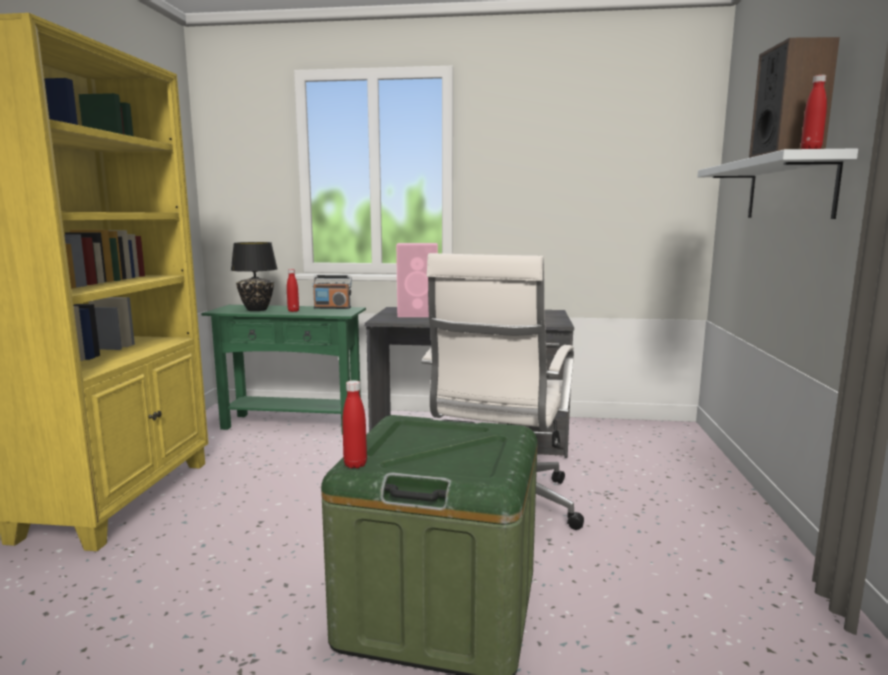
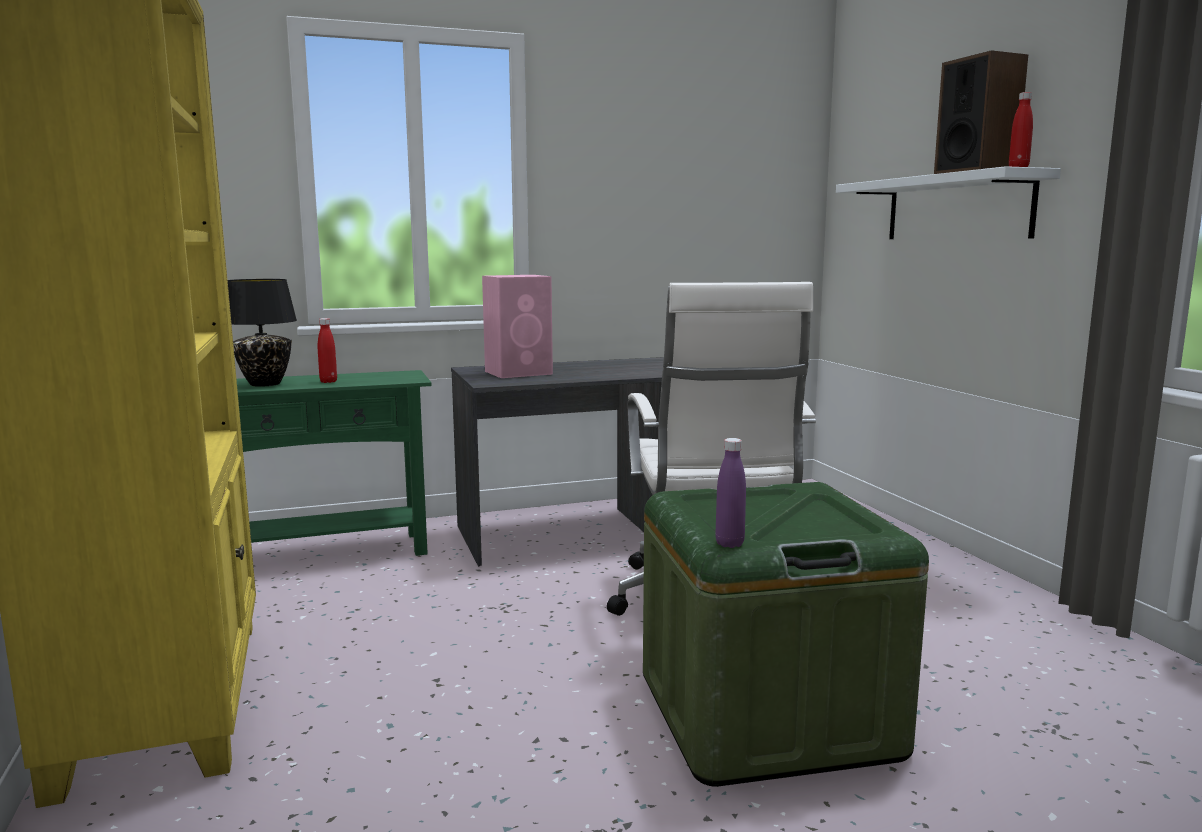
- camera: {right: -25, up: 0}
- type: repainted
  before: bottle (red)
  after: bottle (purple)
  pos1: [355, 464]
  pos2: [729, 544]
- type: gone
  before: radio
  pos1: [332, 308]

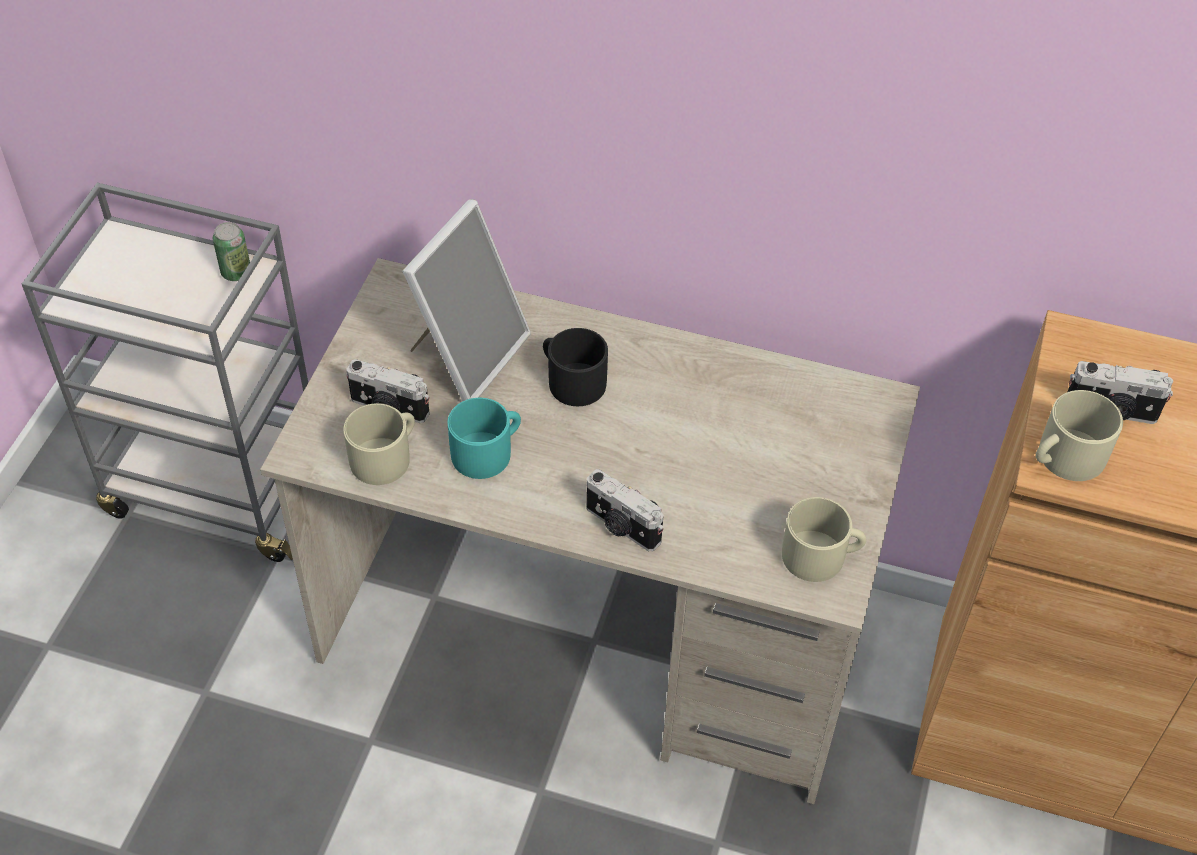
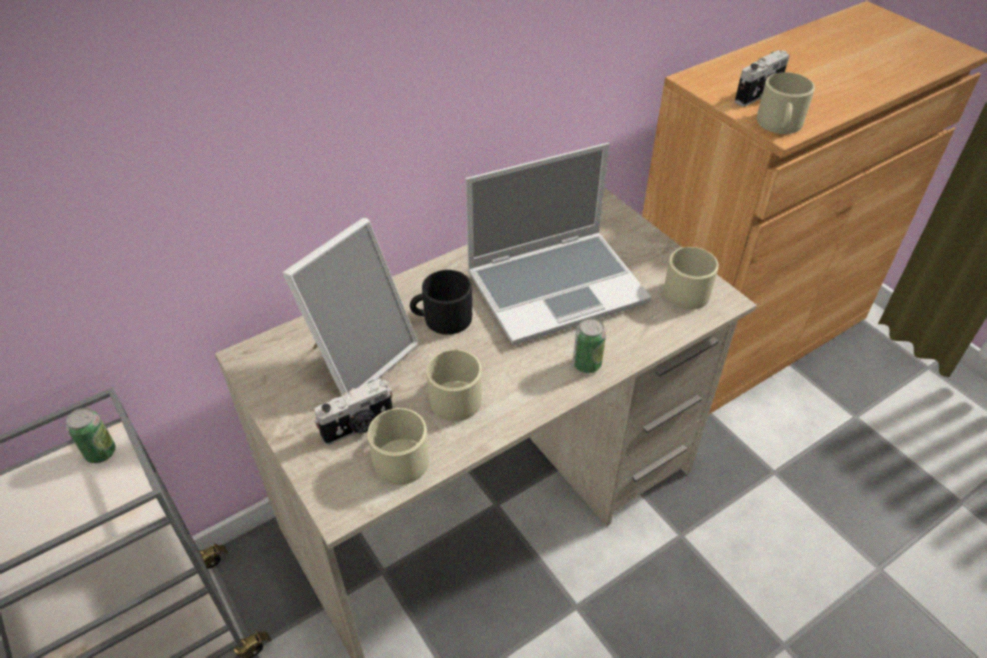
- camera: {right: -50, up: -5}
- type: rotated
  before: picture frame
  pos1: [467, 354]
  pos2: [360, 356]
  turn: 60
- type: repainted
  before: mug (turquoise)
  after: mug (beige)
  pos1: [488, 451]
  pos2: [456, 394]
- type: new
  after: laptop
  pos2: [557, 287]
- type: swapped
  before: photo camera
  after: can
  pos1: [621, 526]
  pos2: [587, 364]

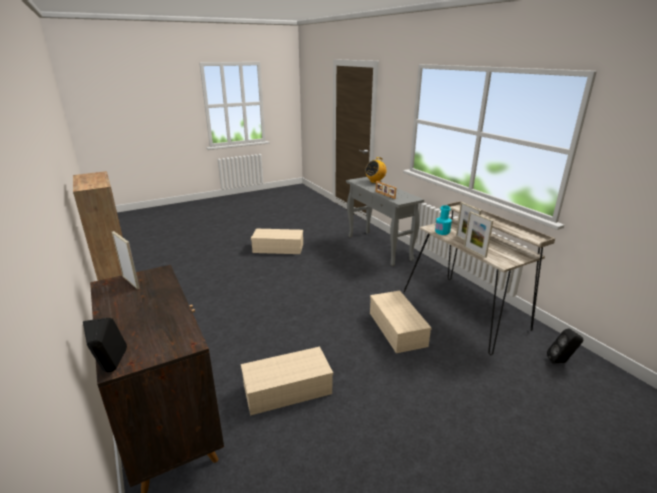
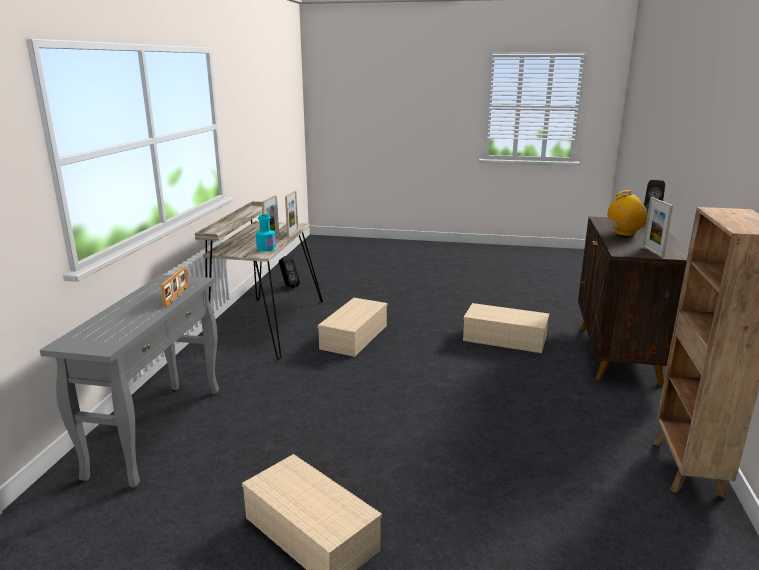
- camera: {right: -140, up: -5}
- type: shifted
  before: radio
  pos1: [375, 181]
  pos2: [624, 233]

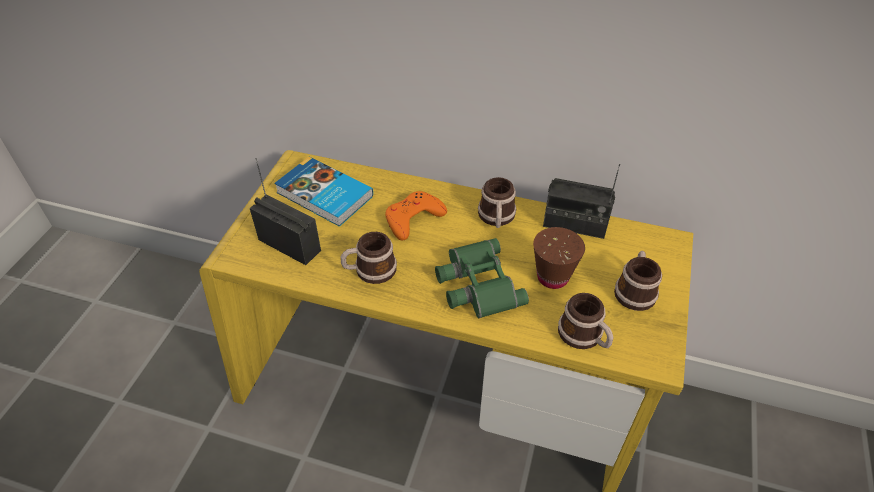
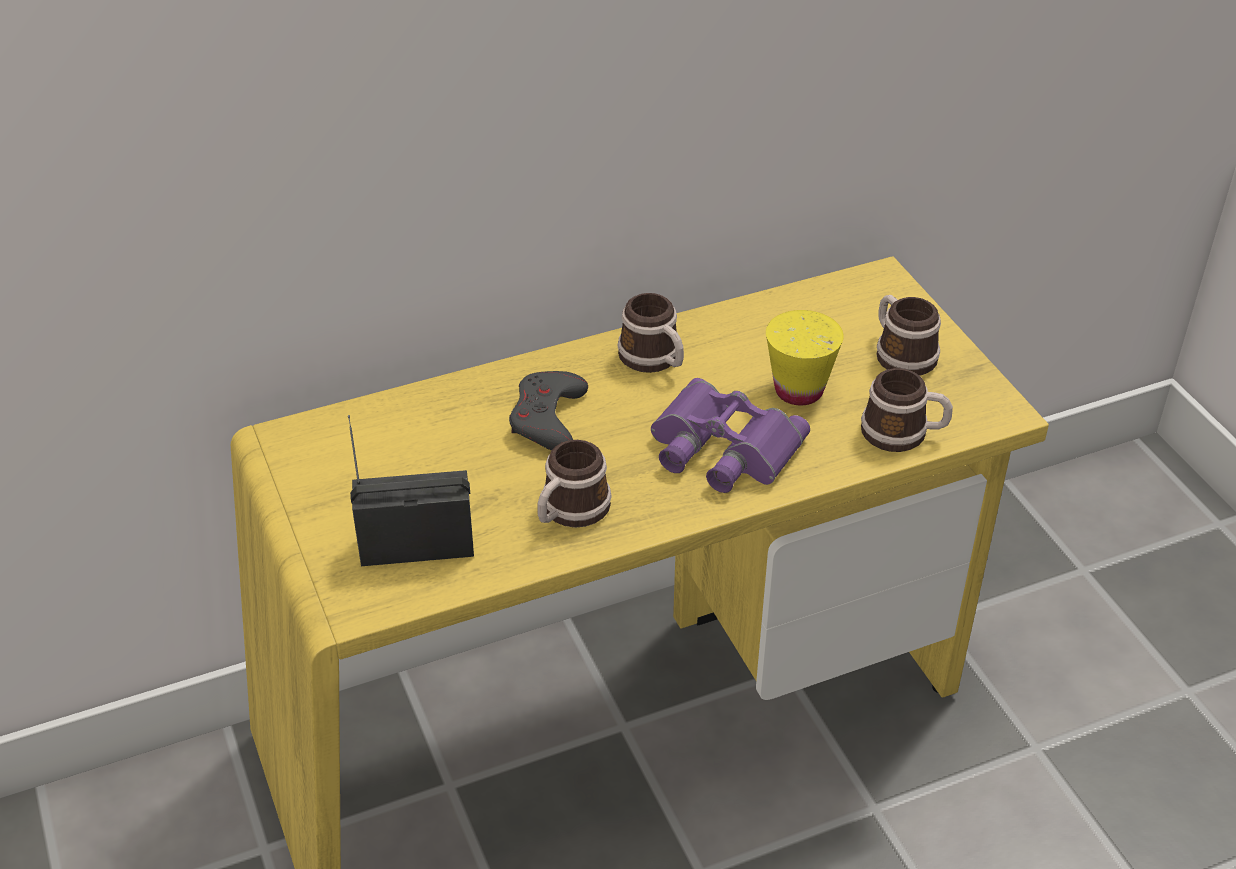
- camera: {right: -40, up: -5}
- type: repainted
  before: game controller (orange)
  after: game controller (grey)
  pos1: [413, 218]
  pos2: [548, 418]
- type: repainted
  before: binoculars (green)
  after: binoculars (purple)
  pos1: [476, 284]
  pos2: [721, 449]
- type: repainted
  before: cup (brown)
  after: cup (yellow)
  pos1: [552, 277]
  pos2: [799, 390]
- type: gone
  before: book
  pos1: [324, 195]
- type: gone
  before: radio
  pos1: [574, 225]

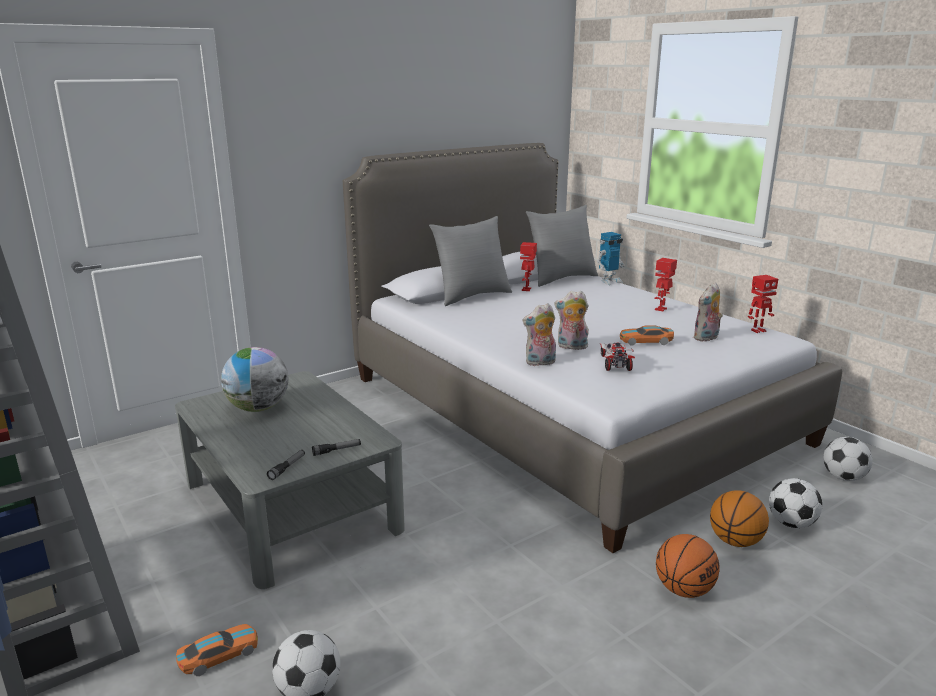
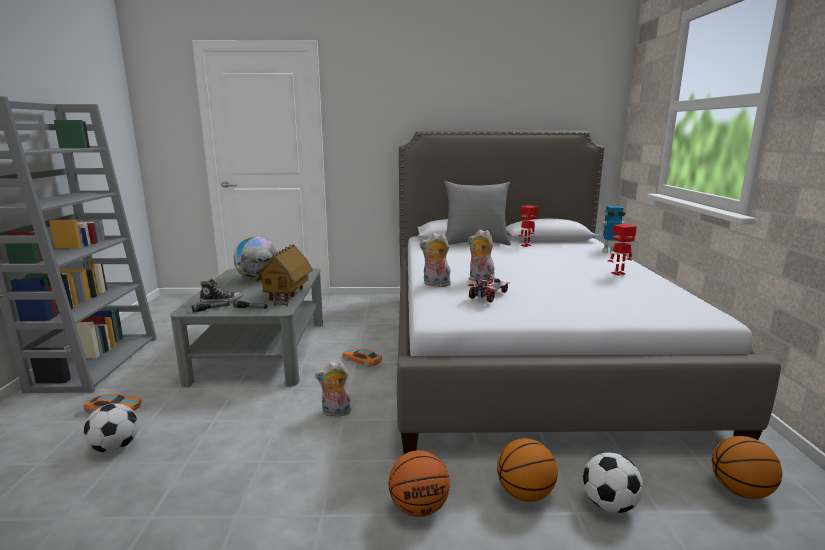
- camera: {right: 35, up: -5}
- type: new
  after: shoe
  pos2: [222, 301]
- type: new
  after: toy house
  pos2: [287, 295]
- type: shifted
  before: plush toy
  pos1: [706, 338]
  pos2: [336, 413]
- type: shifted
  before: toy car
  pos1: [645, 341]
  pos2: [362, 361]
- type: swapped
  before: football
  after: basketball
  pos1: [843, 477]
  pos2: [740, 491]
- type: gone
  before: pillow (grey)
  pos1: [561, 278]
- type: gone
  before: toy robot
  pos1: [757, 330]

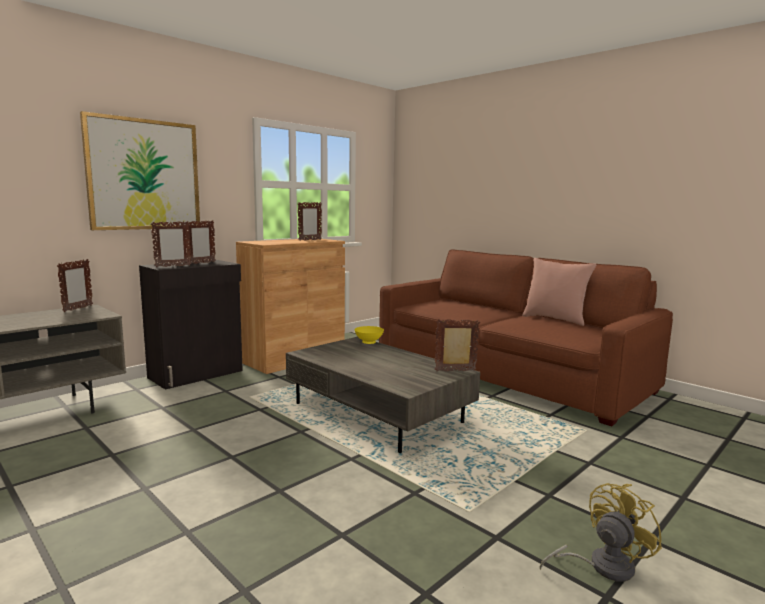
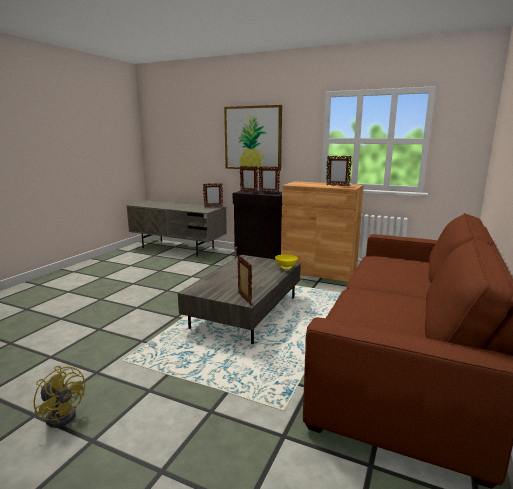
- camera: {right: 70, up: 5}
- type: gone
  before: pillow (pink)
  pos1: [555, 319]

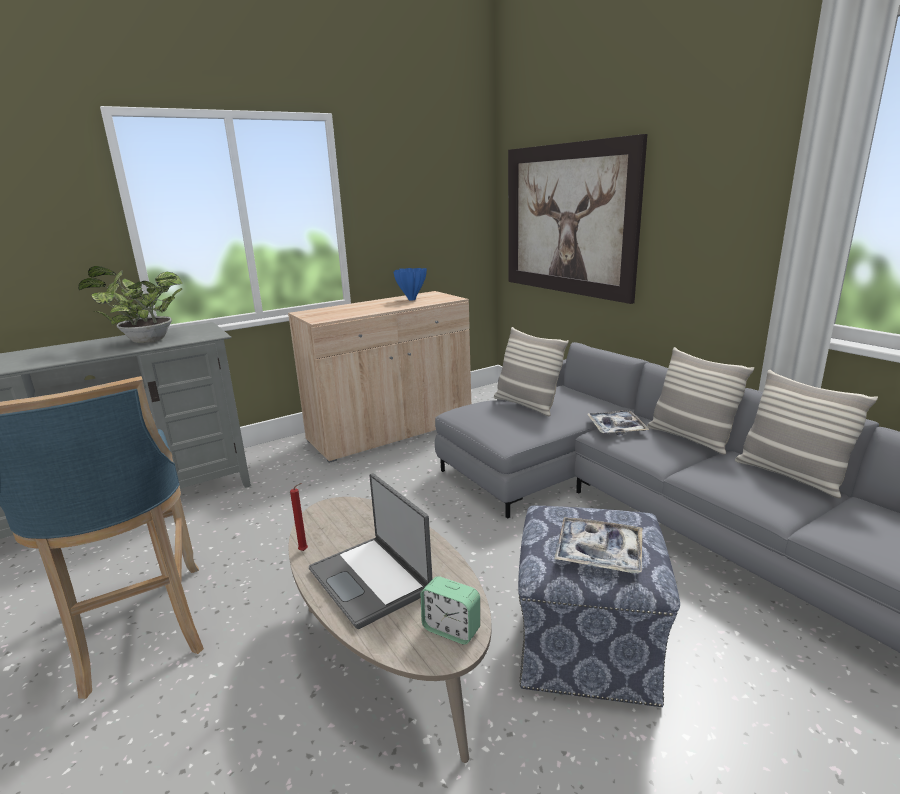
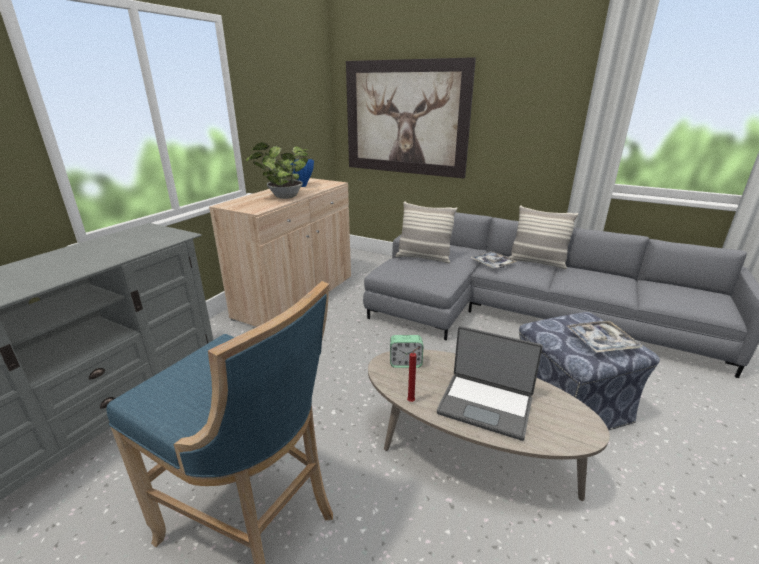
- camera: {right: -30, up: 5}
- type: shifted
  before: potted plant
  pos1: [144, 341]
  pos2: [283, 197]
- type: shifted
  before: alarm clock
  pos1: [451, 629]
  pos2: [405, 363]
- type: gone
  before: pillow
  pos1: [790, 476]

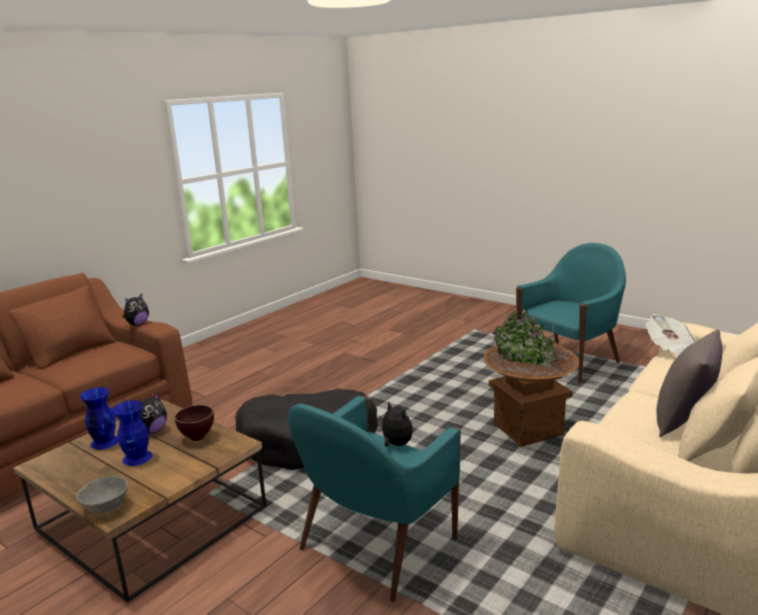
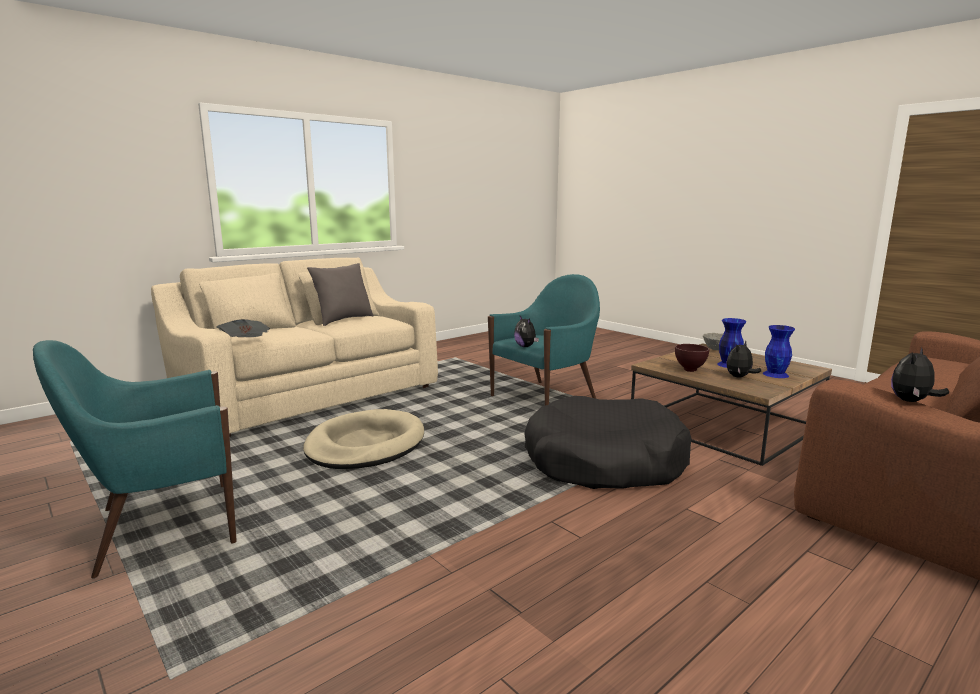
- camera: {right: -170, up: -5}
- type: swapped
  before: planter (brown)
  after: dog bed (beige)
  pos1: [528, 429]
  pos2: [365, 445]

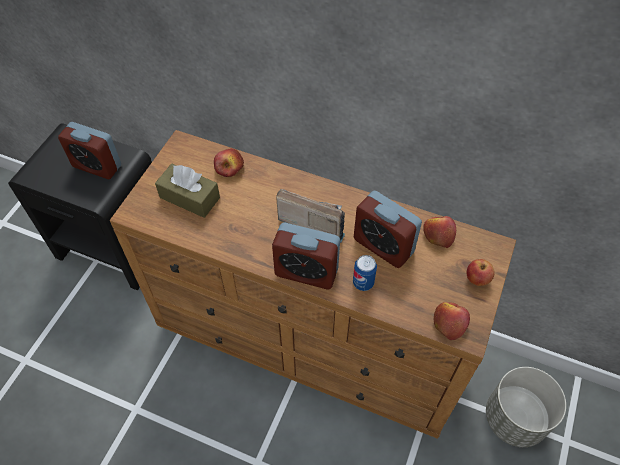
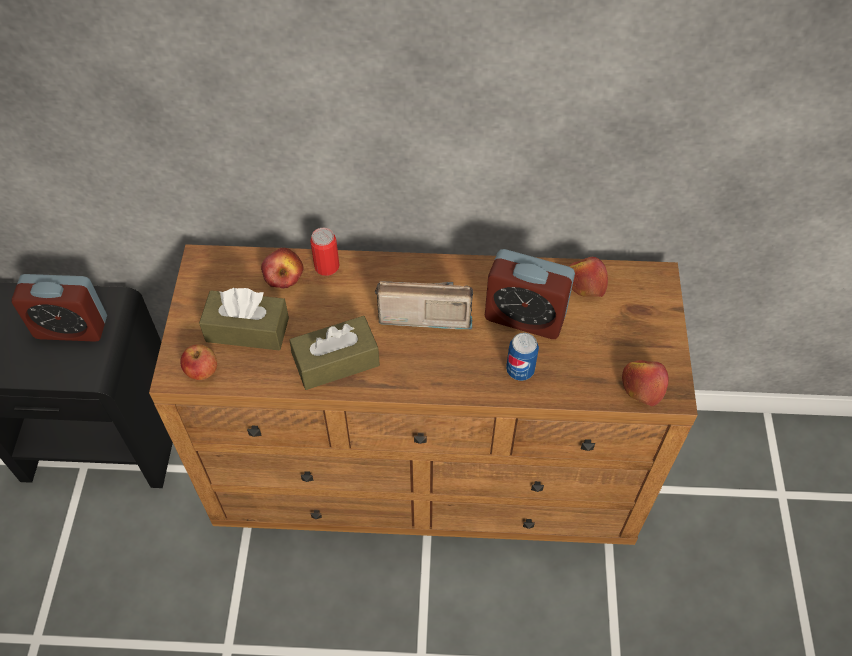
- camera: {right: -20, up: 0}
- type: shifted
  before: apple
  pos1: [477, 279]
  pos2: [202, 372]
- type: new
  after: tissue box (brown)
  pos2: [336, 361]
- type: new
  after: can
  pos2: [326, 266]
- type: gone
  before: alarm clock
  pos1: [306, 272]
- type: gone
  before: planter (grey)
  pos1: [515, 418]

